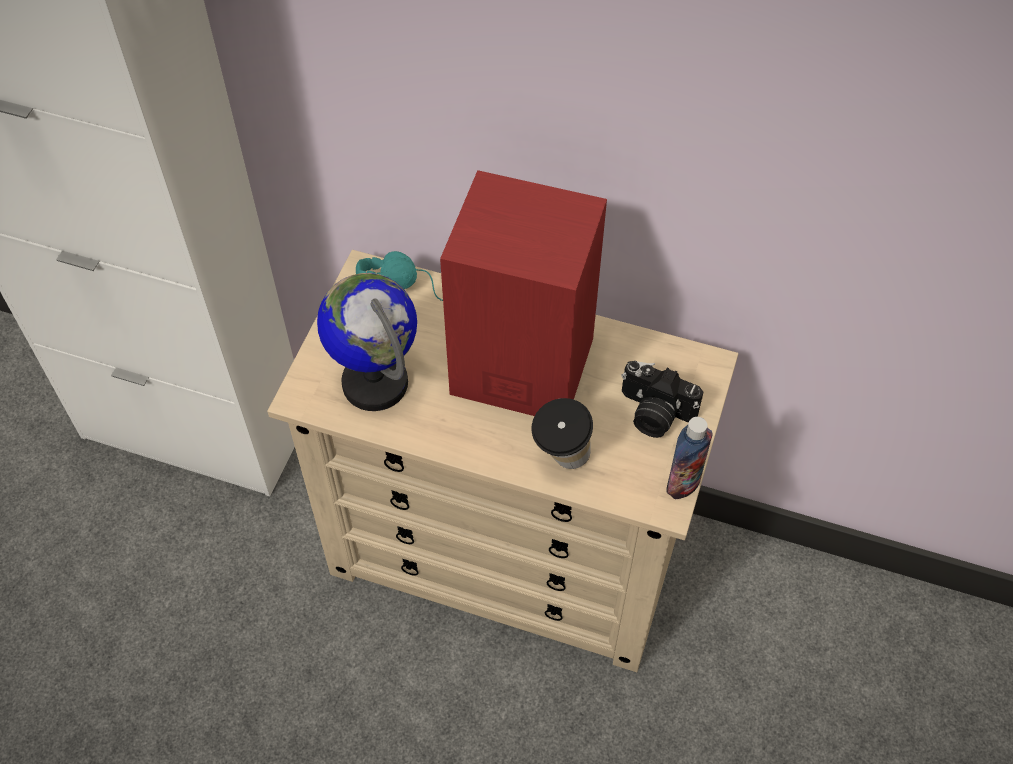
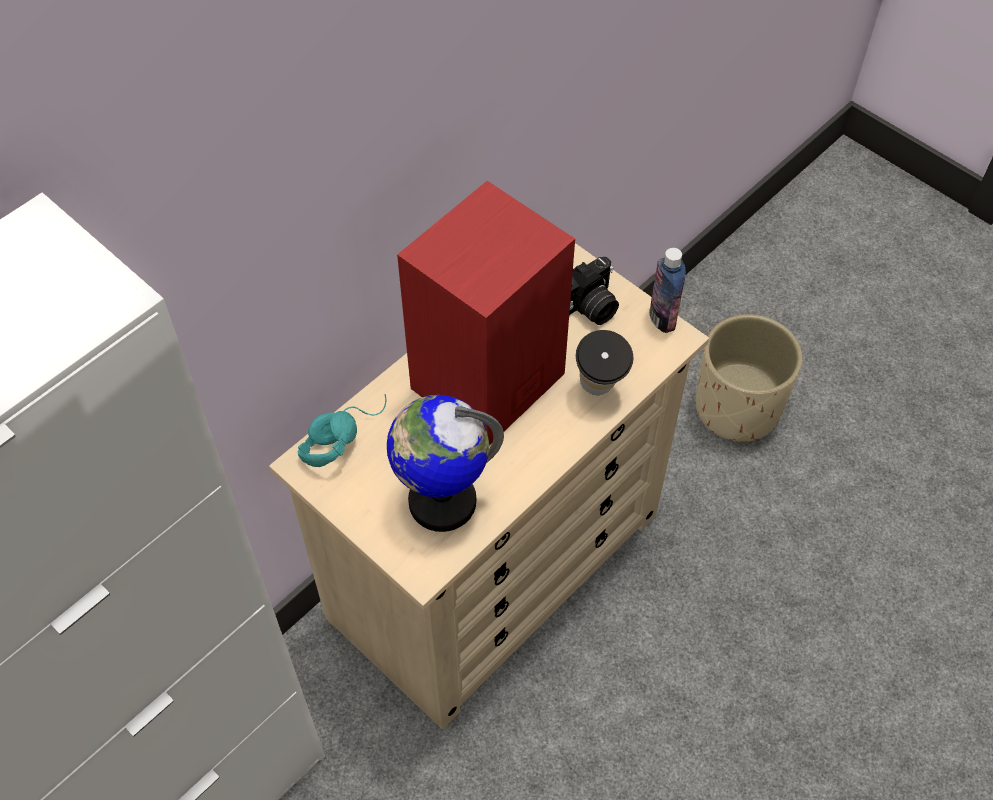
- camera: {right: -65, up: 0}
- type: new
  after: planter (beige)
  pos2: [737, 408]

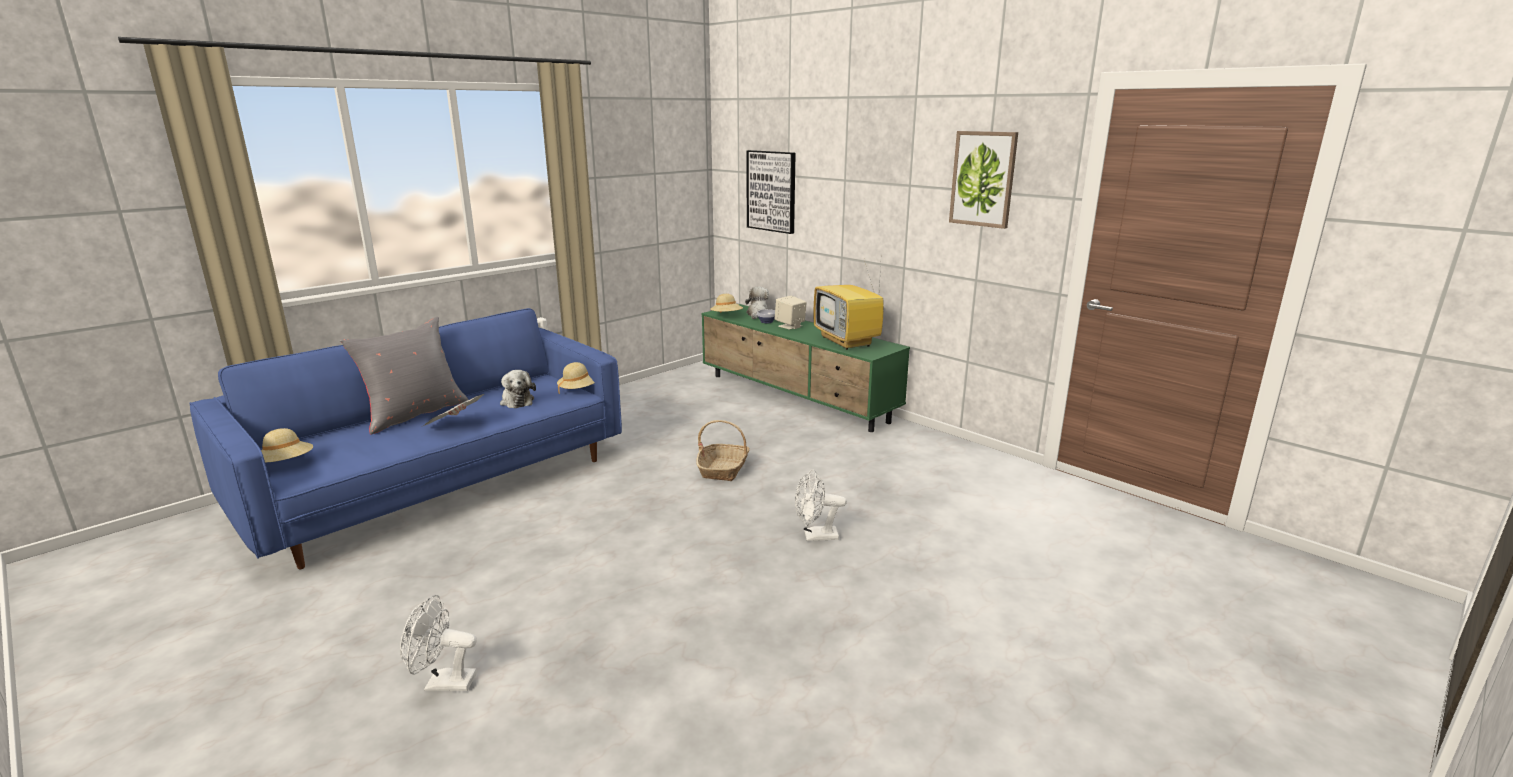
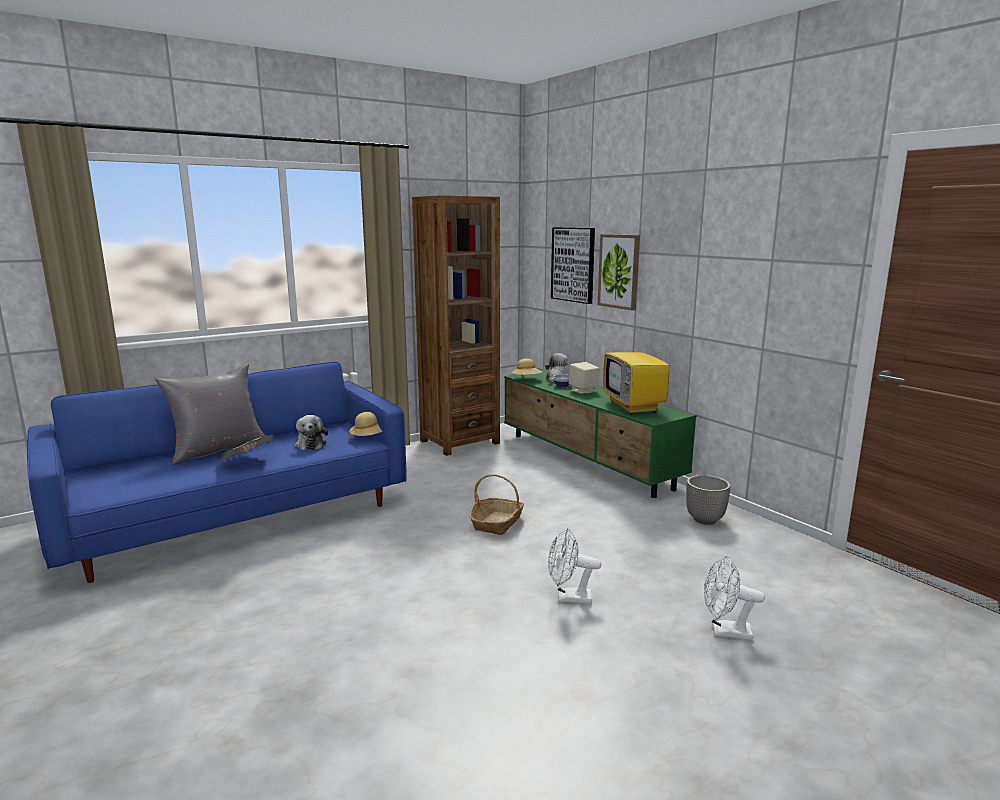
- camera: {right: 10, up: -5}
- type: new
  after: bookcase (brown)
  pos2: [459, 442]
- type: shifted
  before: picture
  pos1: [983, 179]
  pos2: [619, 271]
- type: new
  after: planter
  pos2: [704, 519]
- type: shifted
  before: fan (white)
  pos1: [443, 683]
  pos2: [725, 632]
- type: gone
  before: hat (beige)
  pos1: [286, 464]

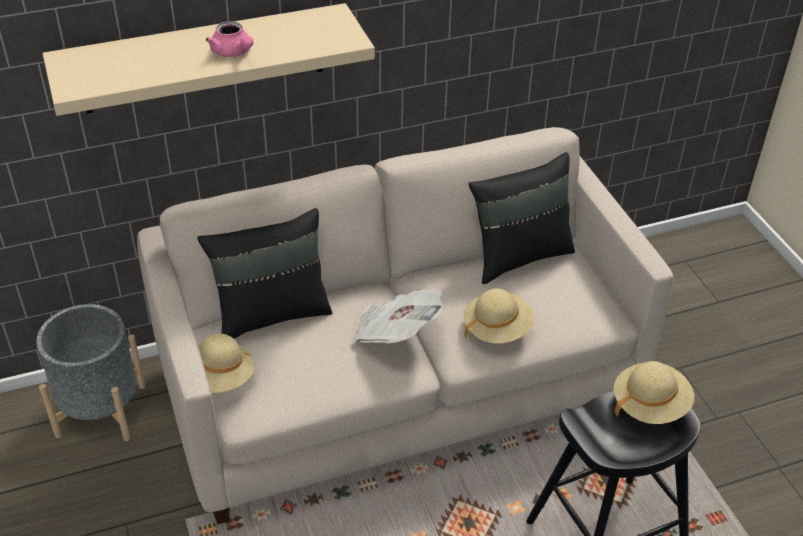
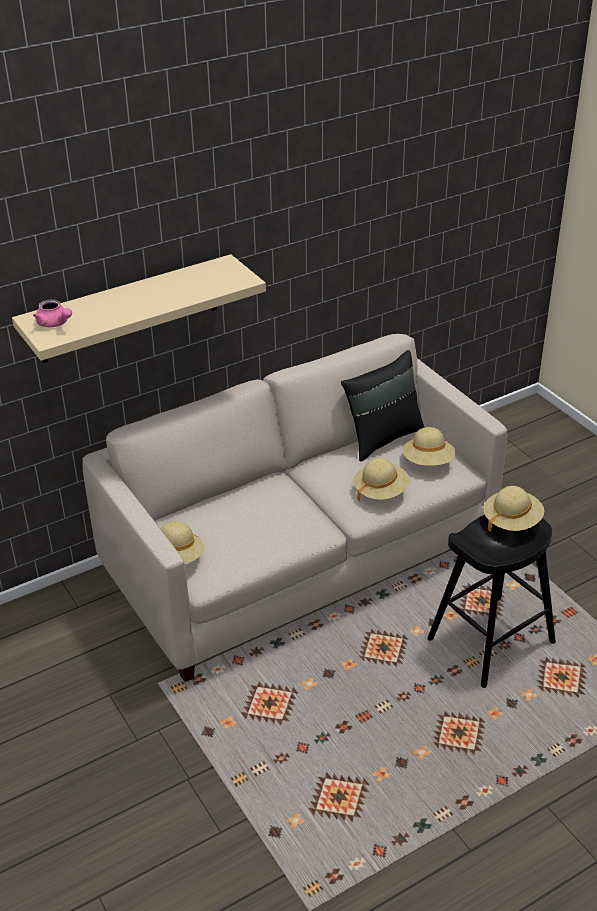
- camera: {right: -10, up: -5}
- type: shifted
  before: teapot (pink)
  pos1: [233, 53]
  pos2: [55, 324]
- type: new
  after: hat (beige)
  pos2: [428, 462]
- type: gone
  before: planter (grey)
  pos1: [101, 410]
- type: gone
  before: pillow (black)
  pos1: [271, 314]
- type: gone
  before: newspaper
  pos1: [396, 332]

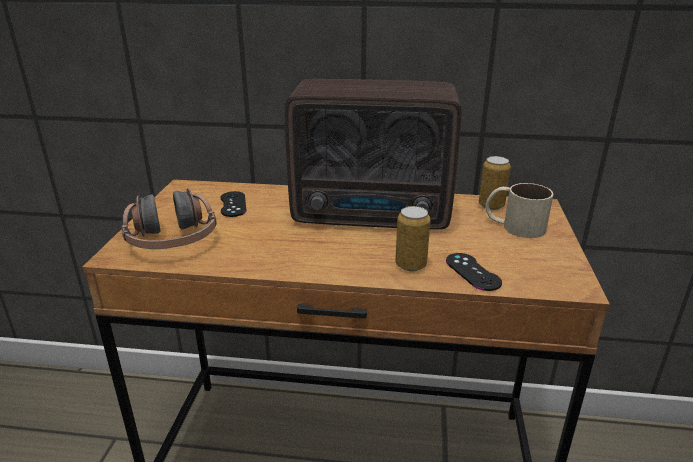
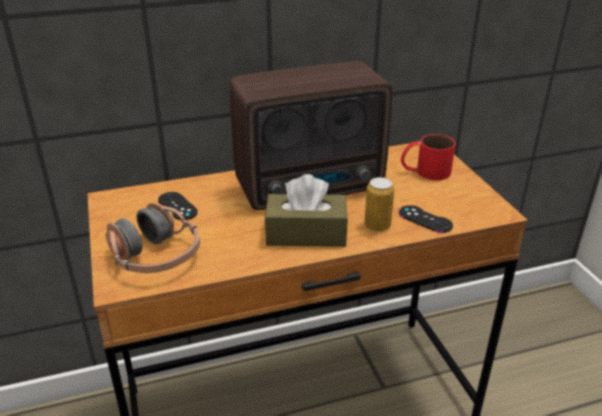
- camera: {right: -25, up: 5}
- type: new
  after: tissue box (brown)
  pos2: [306, 234]
- type: repainted
  before: mug (beige)
  after: mug (red)
  pos1: [513, 226]
  pos2: [425, 171]
- type: gone
  before: can
  pos1: [491, 205]

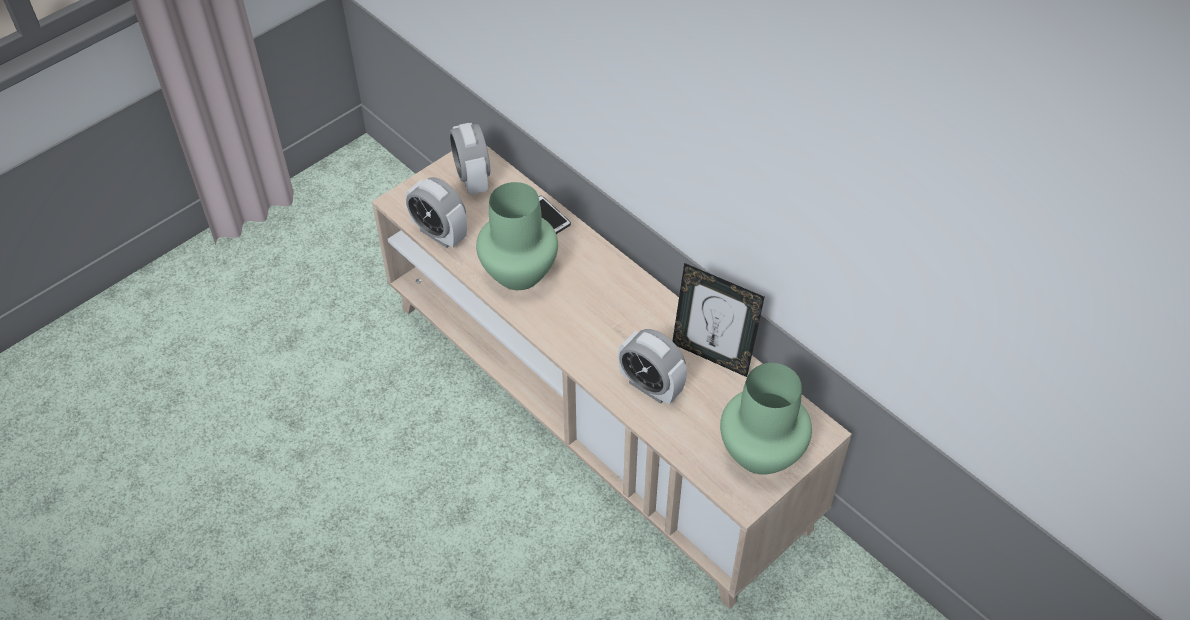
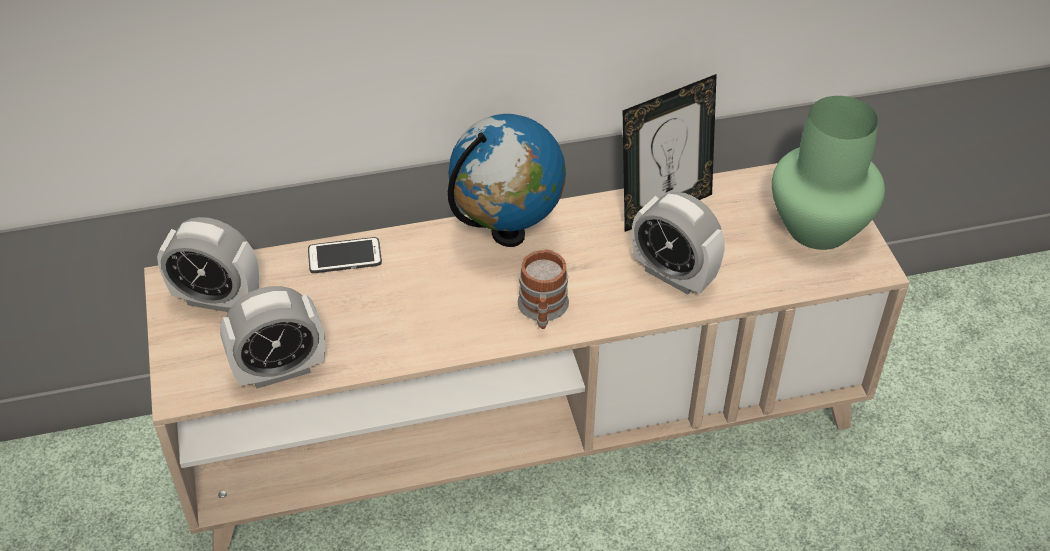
- camera: {right: -60, up: -5}
- type: new
  after: globe
  pos2: [508, 234]
- type: new
  after: mug
  pos2: [543, 310]
- type: rotated
  before: alarm clock
  pos1: [651, 386]
  pos2: [673, 275]
  turn: 60
- type: gone
  before: vase (green)
  pos1: [518, 273]

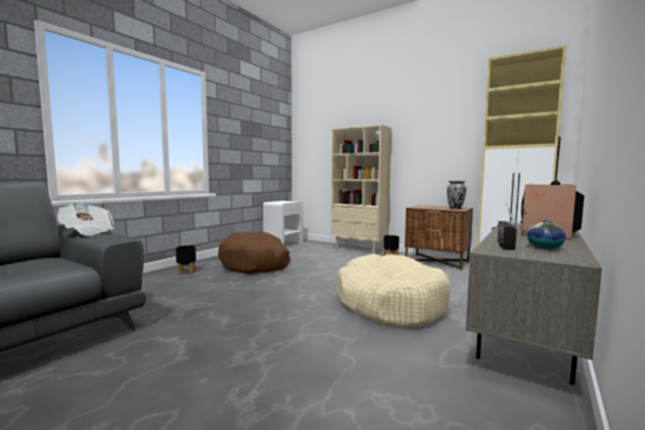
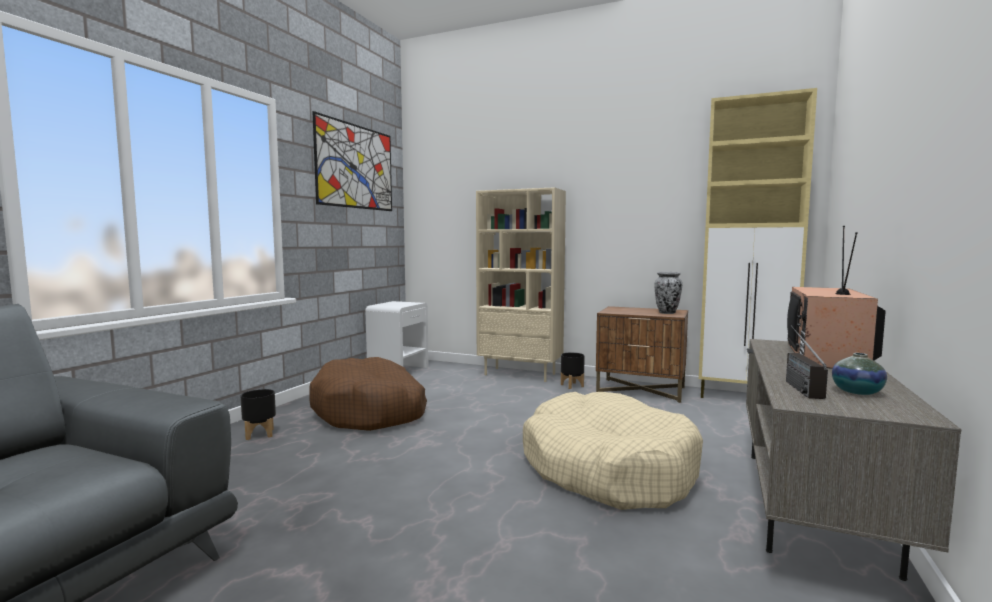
- camera: {right: -10, up: 0}
- type: new
  after: picture
  pos2: [356, 166]
- type: gone
  before: newspaper
  pos1: [87, 232]

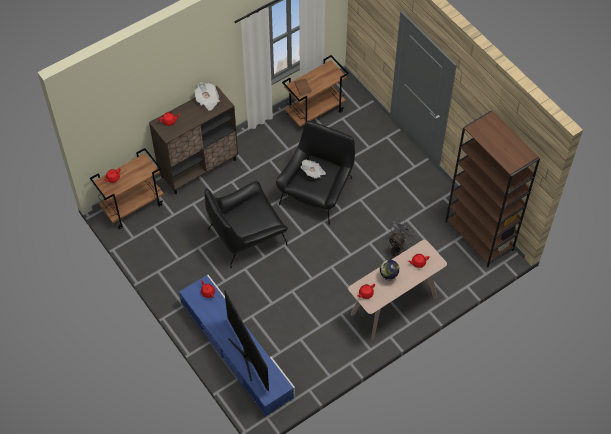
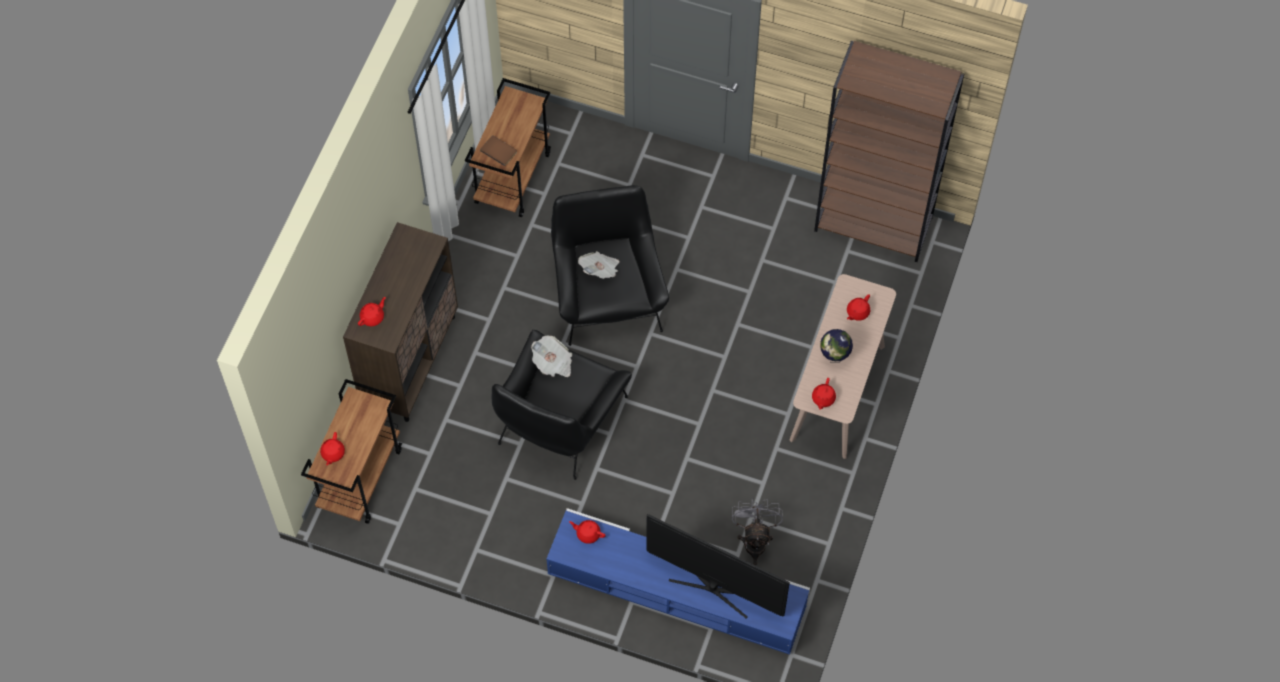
- camera: {right: -35, up: 5}
- type: shifted
  before: newspaper
  pos1: [207, 100]
  pos2: [553, 363]
- type: shifted
  before: fan (grey)
  pos1: [399, 248]
  pos2: [755, 540]

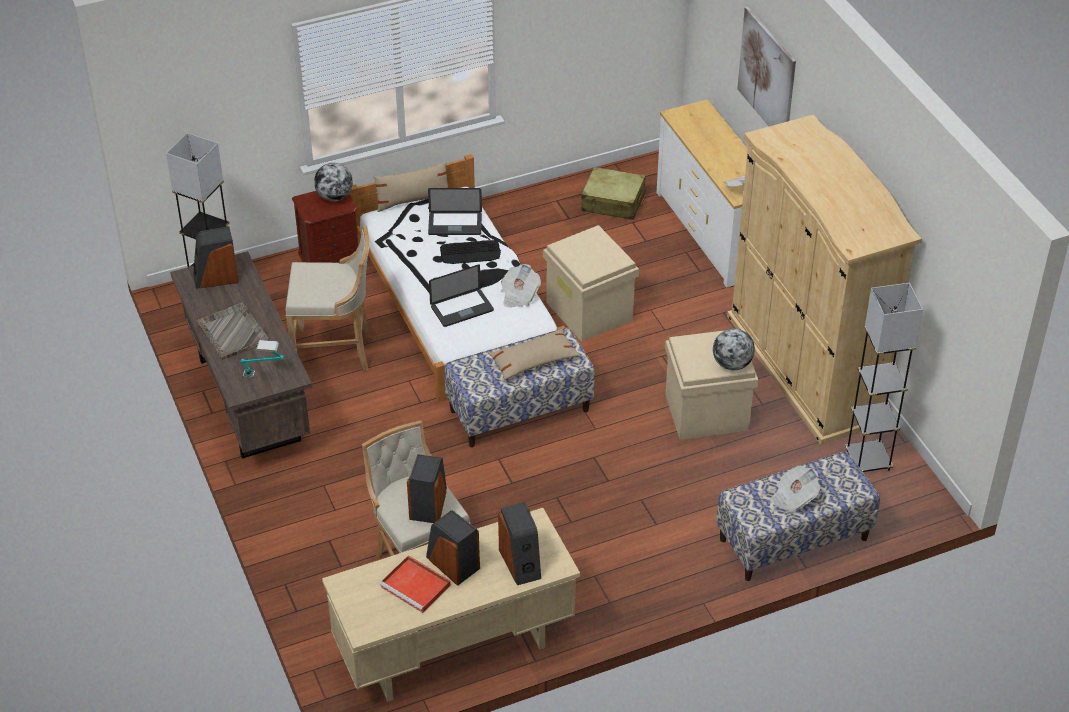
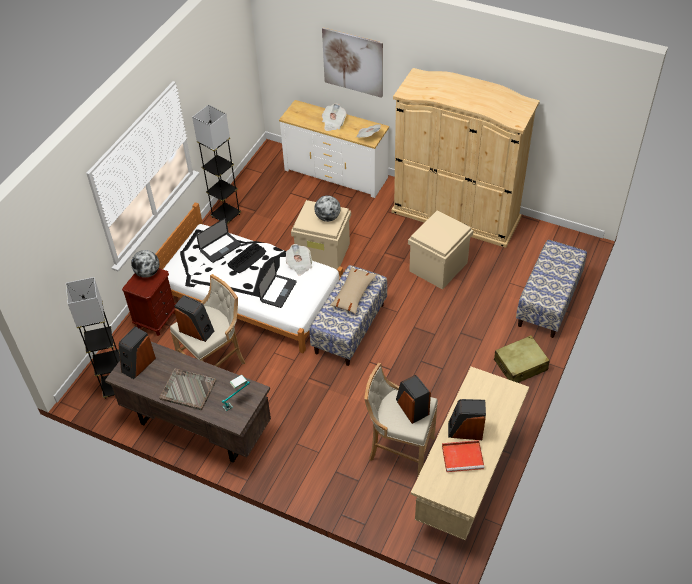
- camera: {right: -40, up: 5}
- type: shifted
  before: speaker
  pos1: [521, 563]
  pos2: [197, 330]
- type: shifted
  before: floor lamp (grey)
  pos1: [868, 460]
  pos2: [226, 216]
- type: shifted
  before: globe
  pos1: [732, 364]
  pos2: [328, 217]
- type: shifted
  before: newspaper
  pos1: [793, 497]
  pos2: [333, 123]
- type: shifted
  before: suitcase (beige)
  pos1: [613, 202]
  pos2: [520, 365]
- type: gone
  before: pillow (beige)
  pos1: [413, 200]

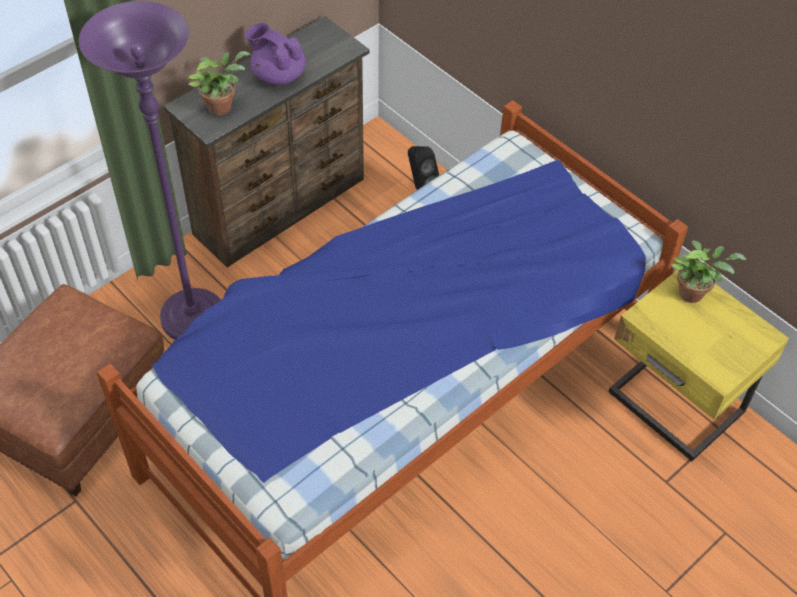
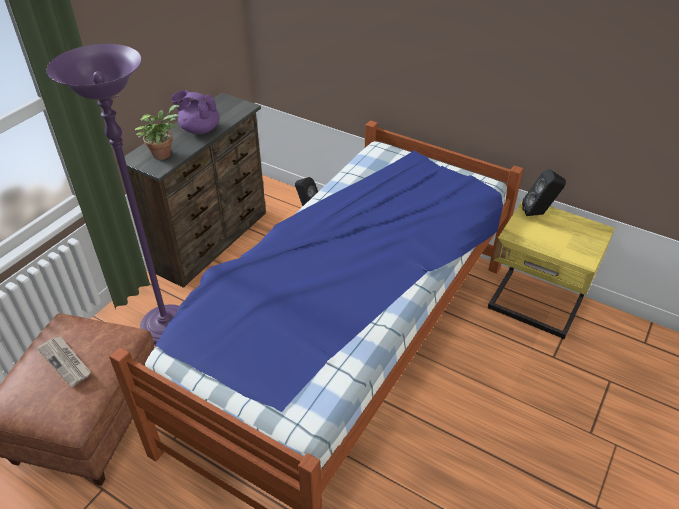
- camera: {right: -15, up: -10}
- type: new
  after: newspaper
  pos2: [66, 362]
- type: swapped
  before: potted plant
  after: speaker (black)
  pos1: [694, 292]
  pos2: [538, 214]

